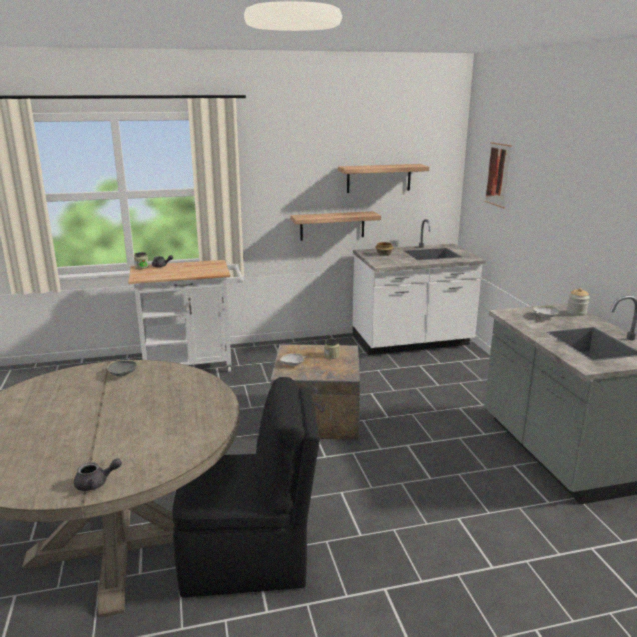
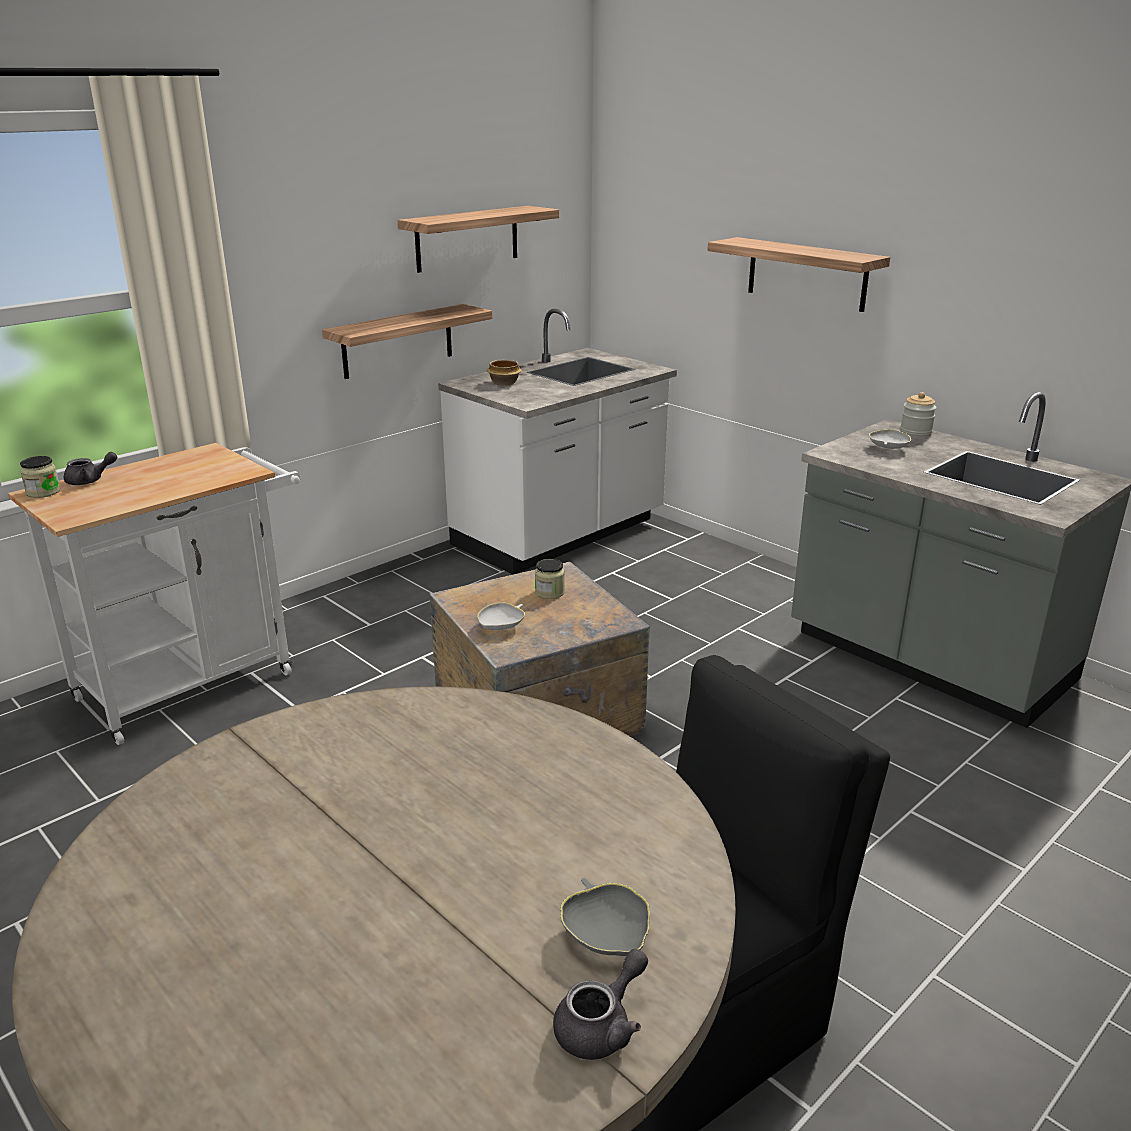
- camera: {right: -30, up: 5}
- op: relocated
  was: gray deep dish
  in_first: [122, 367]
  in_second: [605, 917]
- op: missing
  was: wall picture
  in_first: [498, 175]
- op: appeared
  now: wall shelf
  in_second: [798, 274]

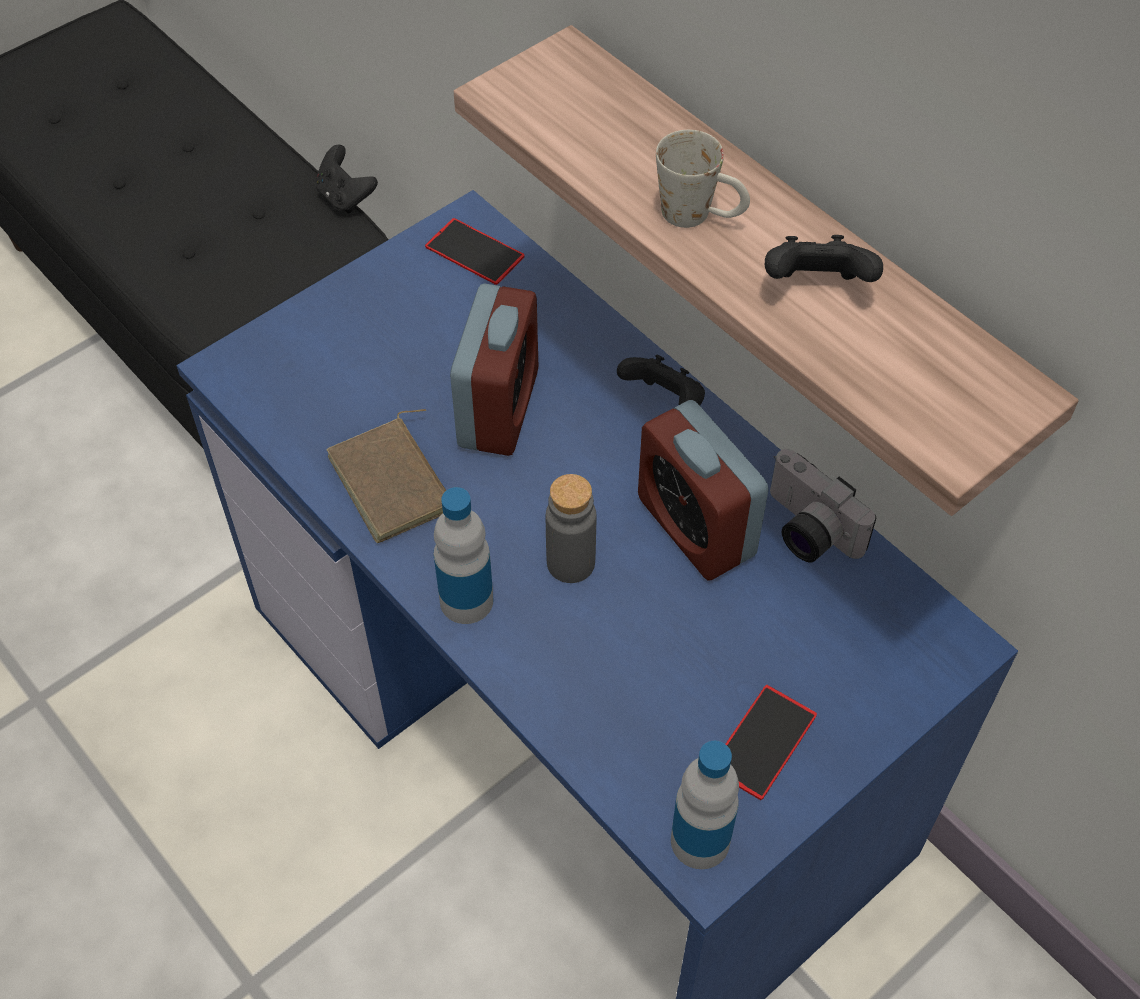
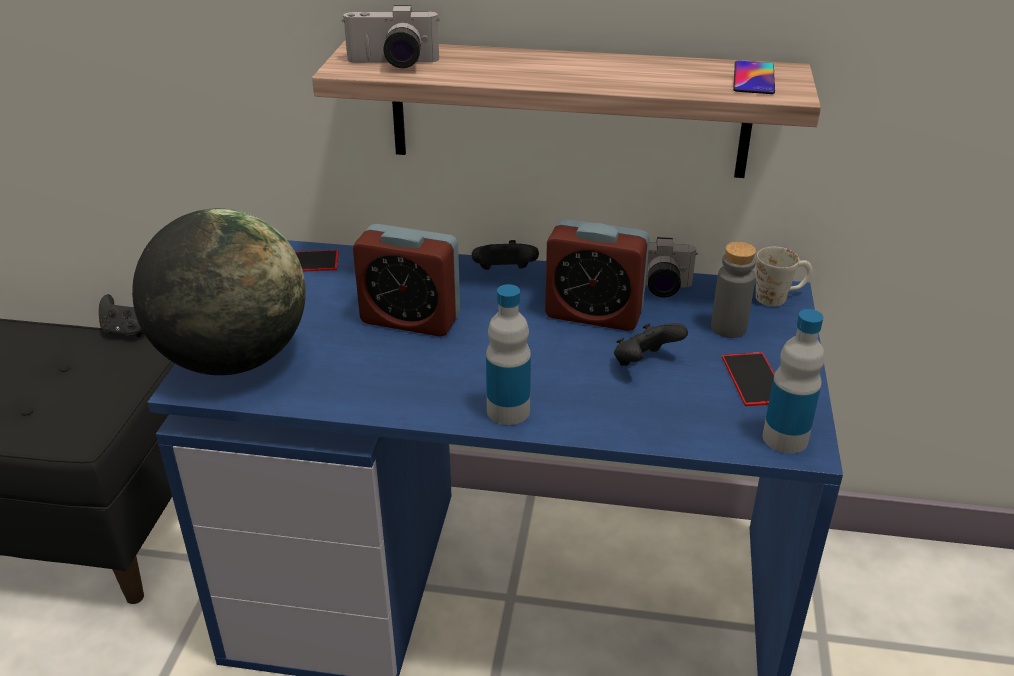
- camera: {right: -40, up: -20}
- op: missing
  was: brown-coloured volume
  in_first: [386, 476]
- op: spun
  was: alarm clock
  in_first: [494, 370]
  in_second: [406, 280]
  clockwise: 135
- op: relocated
  was: gray beverage bottle
  in_first: [571, 528]
  in_second: [733, 290]
- op: relocated
  was: whitish coffee mug
  in_first: [703, 179]
  in_second: [784, 277]
- op: relocated
  was: black-coloured game controller
  in_first: [824, 258]
  in_second: [651, 344]
- op: appeared
  now: globe
  in_second: [219, 291]
- op: appeared
  now: photo camera
  in_second: [390, 36]
- op: appeared
  now: phone
  in_second: [754, 77]

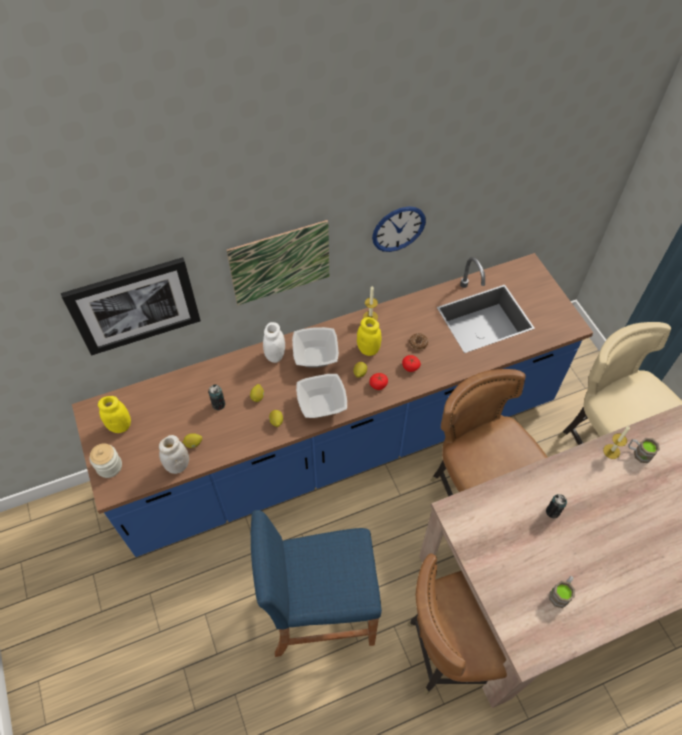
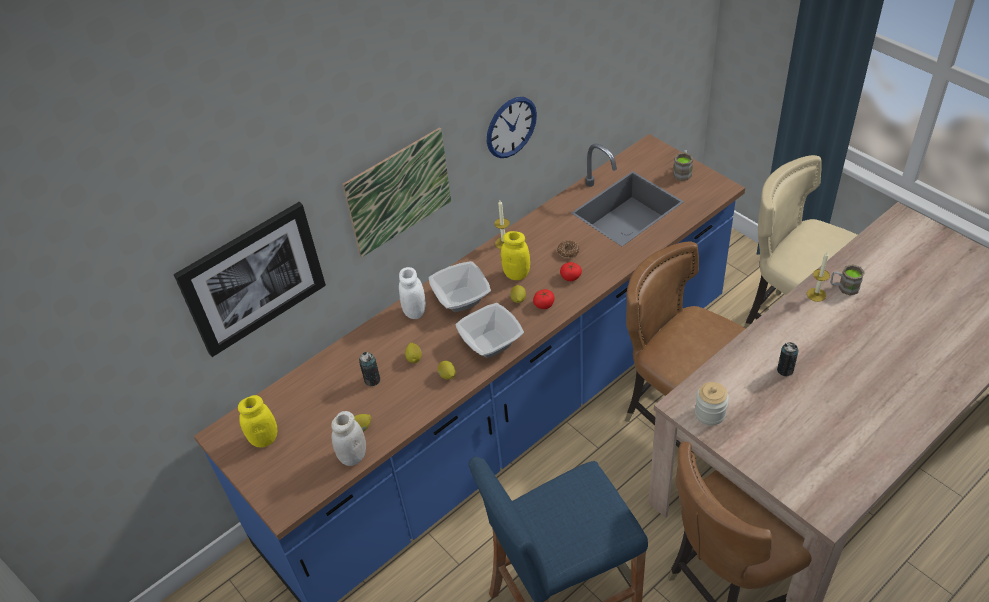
- camera: {right: -15, up: -10}
- op: relocated
  was: jar
  in_first: [105, 460]
  in_second: [712, 403]
- op: relocated
  was: brown-coloured coffee mug
  in_first: [562, 592]
  in_second: [683, 165]

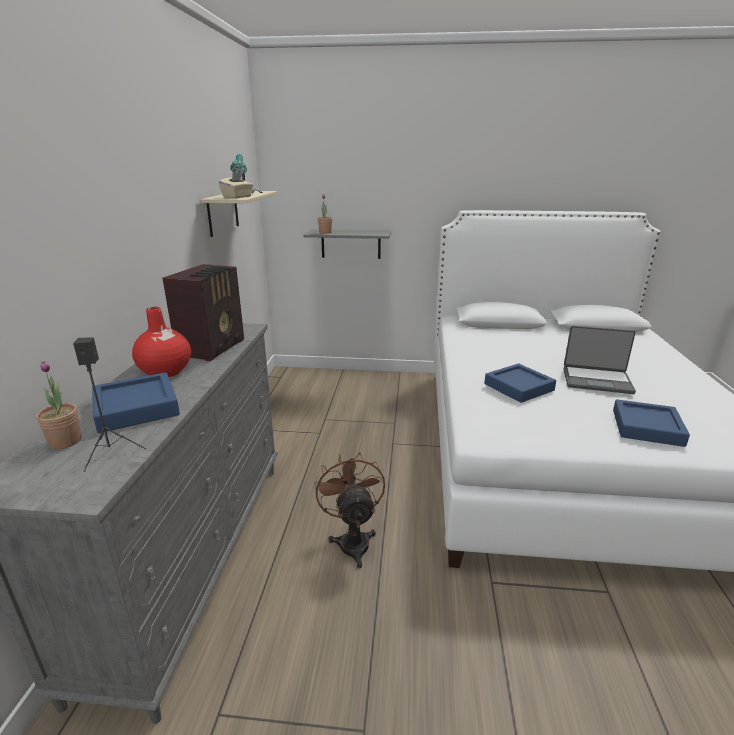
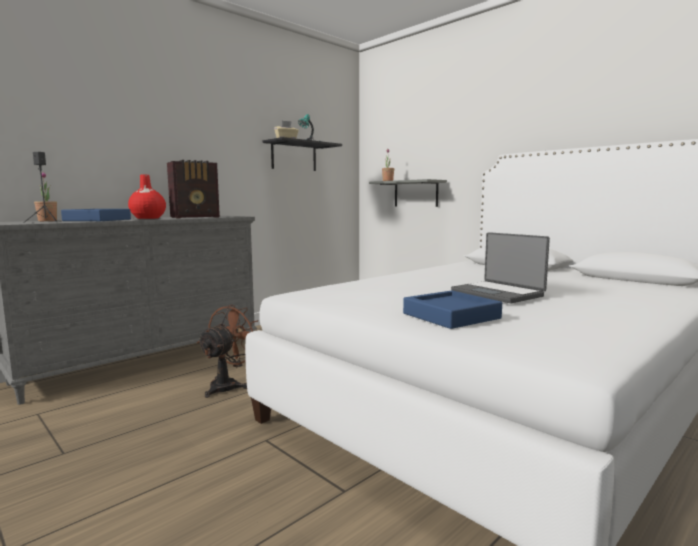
- camera: {right: 40, up: -15}
- op: colour
  was: beige wall shelf
  now: black-coloured wall shelf
  in_first: [238, 214]
  in_second: [302, 154]
- op: missing
  was: bluish tray
  in_first: [520, 383]

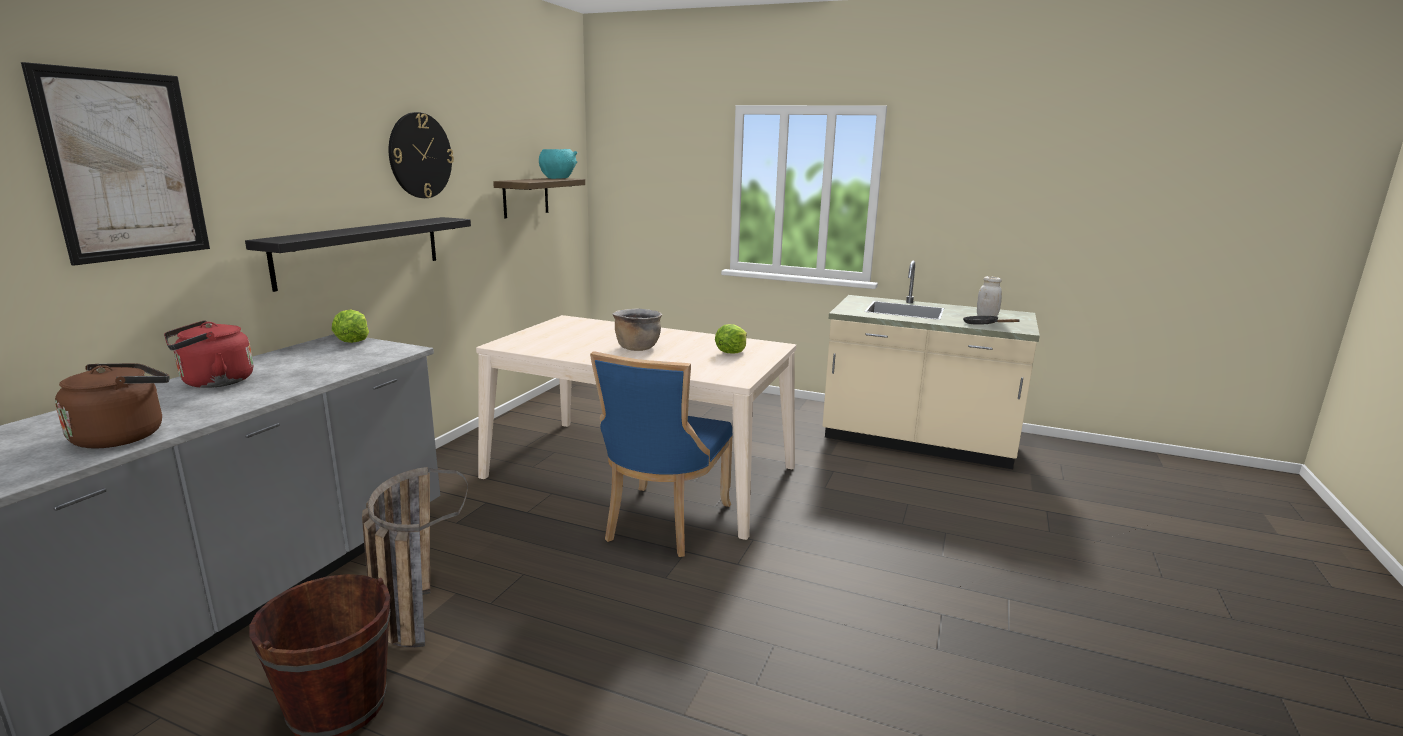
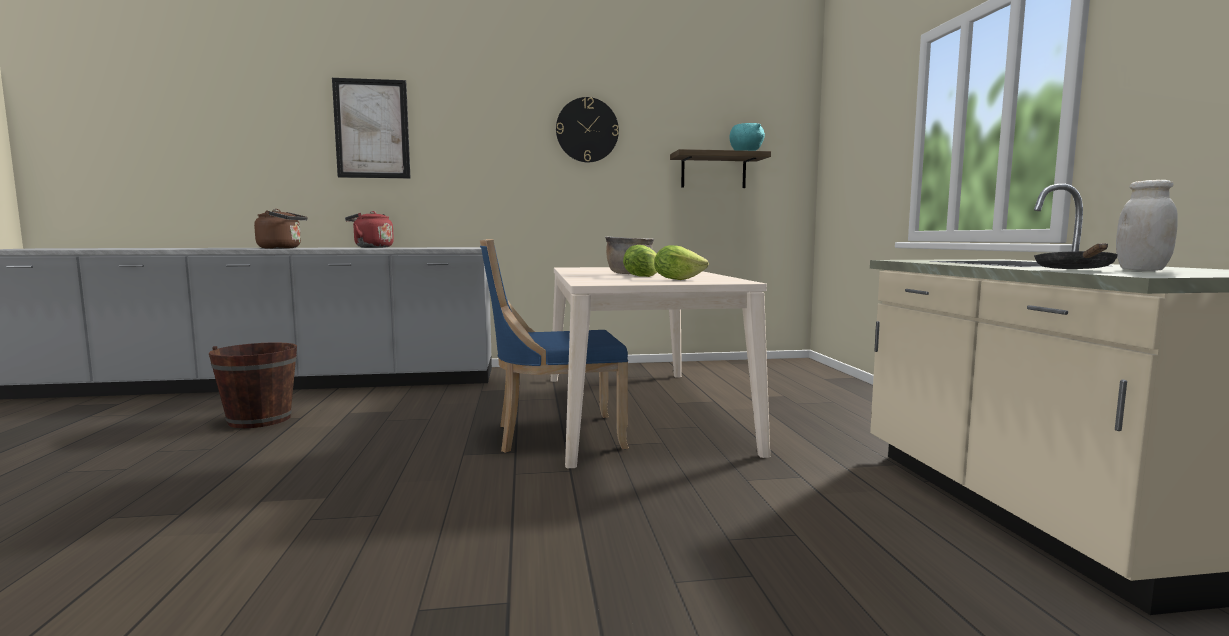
- camera: {right: 60, up: -10}
- op: missing
  was: black-coloured wall shelf
  in_first: [358, 254]
- op: relocated
  was: lettuce
  in_first: [350, 326]
  in_second: [640, 261]
- op: missing
  was: basket
  in_first: [415, 557]

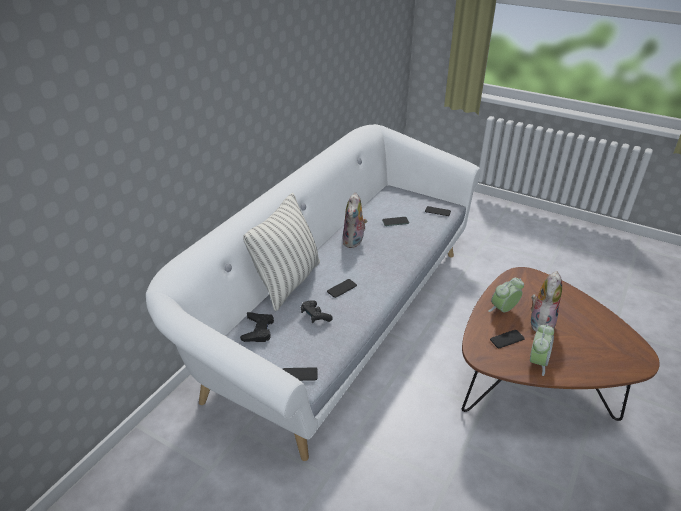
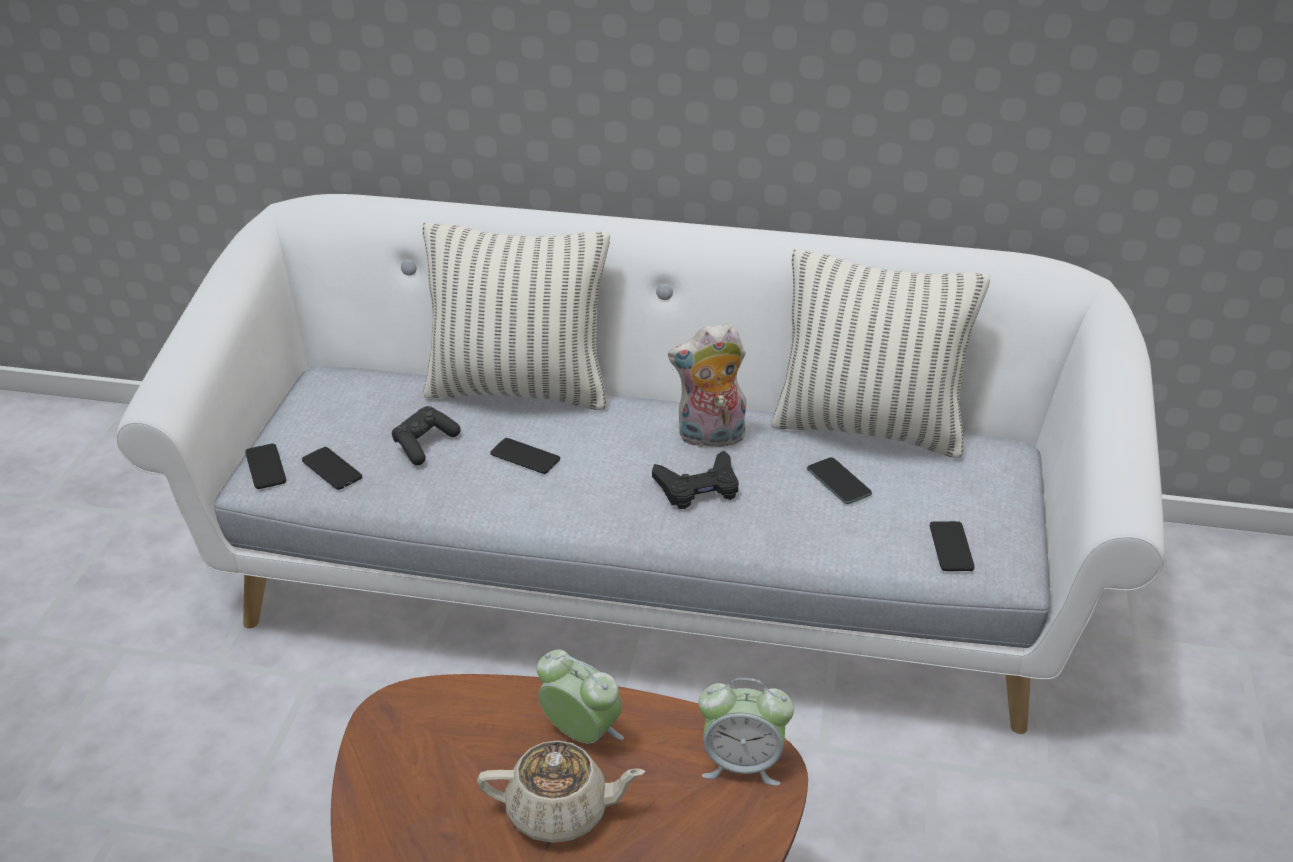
- camera: {right: 70, up: 0}
- op: relocated
  was: black-coloured game controller
  in_first: [257, 327]
  in_second: [695, 480]
- op: relocated
  was: phone
  in_first: [507, 339]
  in_second: [332, 468]
- op: exchanged
  was: plush toy
  now: beige pot for tea
  in_first: [545, 301]
  in_second: [561, 791]
- op: relocated
  was: alarm clock
  in_first: [542, 350]
  in_second: [746, 732]
- op: appeared
  now: throw pillow
  in_second: [880, 353]

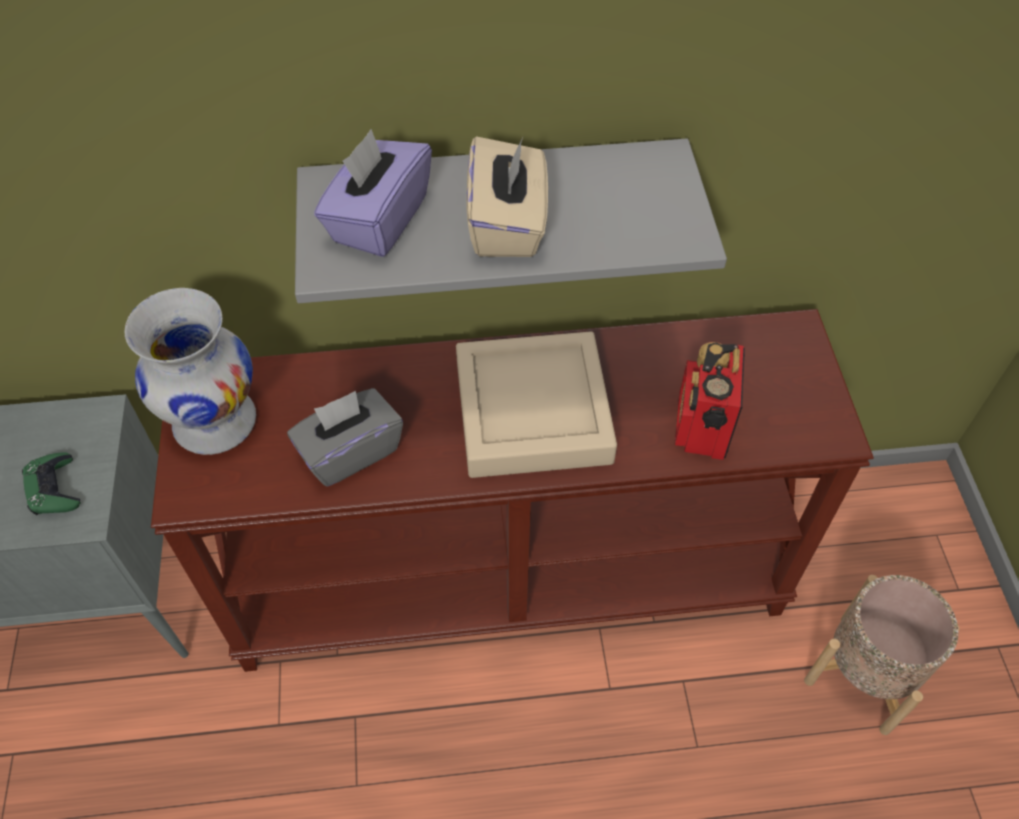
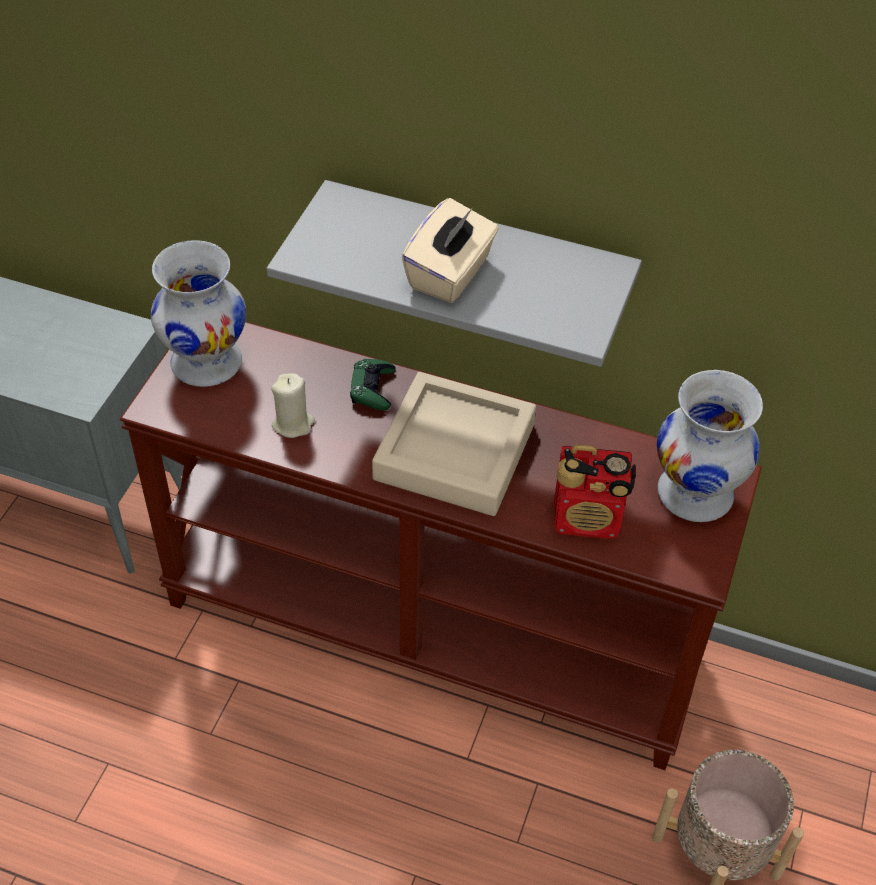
- camera: {right: 25, up: -5}
- op: relocated
  was: greenish game controller
  in_first: [51, 483]
  in_second: [373, 384]
- op: exchanged
  was: gray tissue box
  now: beige candle
  in_first: [345, 437]
  in_second: [293, 405]
- op: missing
  was: purplish tissue box
  in_first: [373, 193]
- op: spun
  was: radio
  in_first: [710, 401]
  in_second: [595, 491]
  clockwise: -120
- op: appeared
  now: whitish vase
  in_second: [710, 446]

